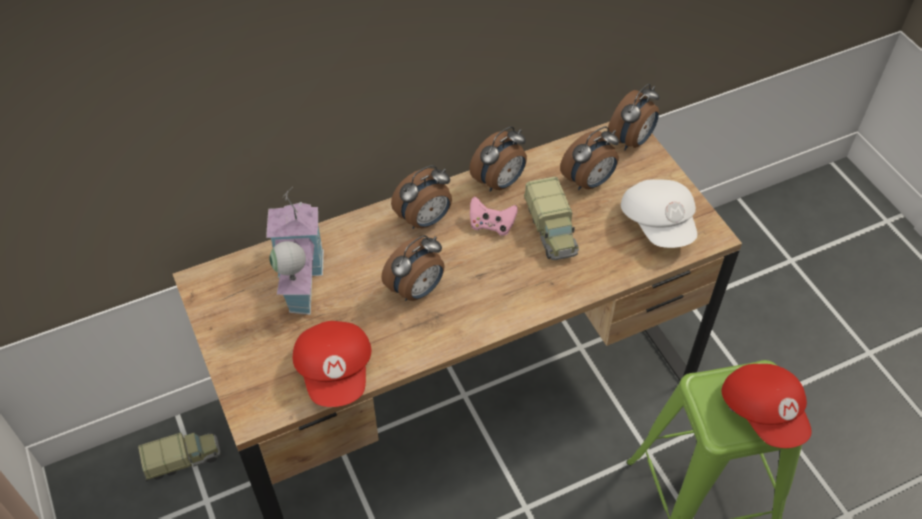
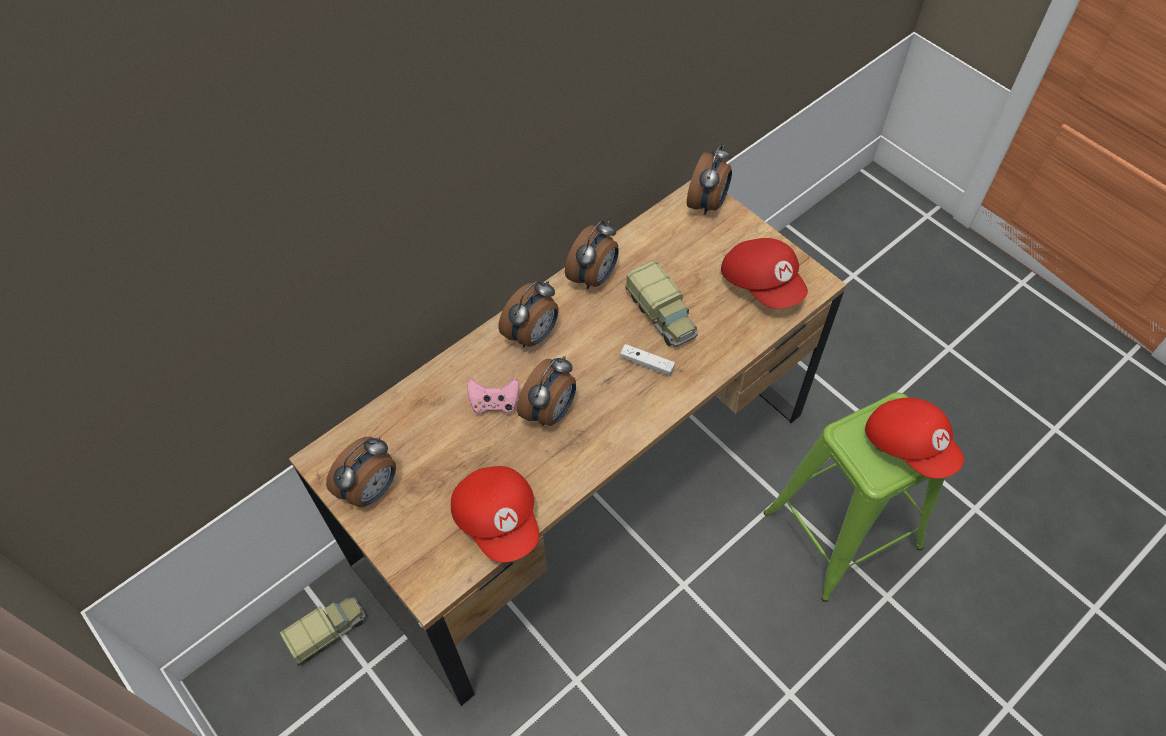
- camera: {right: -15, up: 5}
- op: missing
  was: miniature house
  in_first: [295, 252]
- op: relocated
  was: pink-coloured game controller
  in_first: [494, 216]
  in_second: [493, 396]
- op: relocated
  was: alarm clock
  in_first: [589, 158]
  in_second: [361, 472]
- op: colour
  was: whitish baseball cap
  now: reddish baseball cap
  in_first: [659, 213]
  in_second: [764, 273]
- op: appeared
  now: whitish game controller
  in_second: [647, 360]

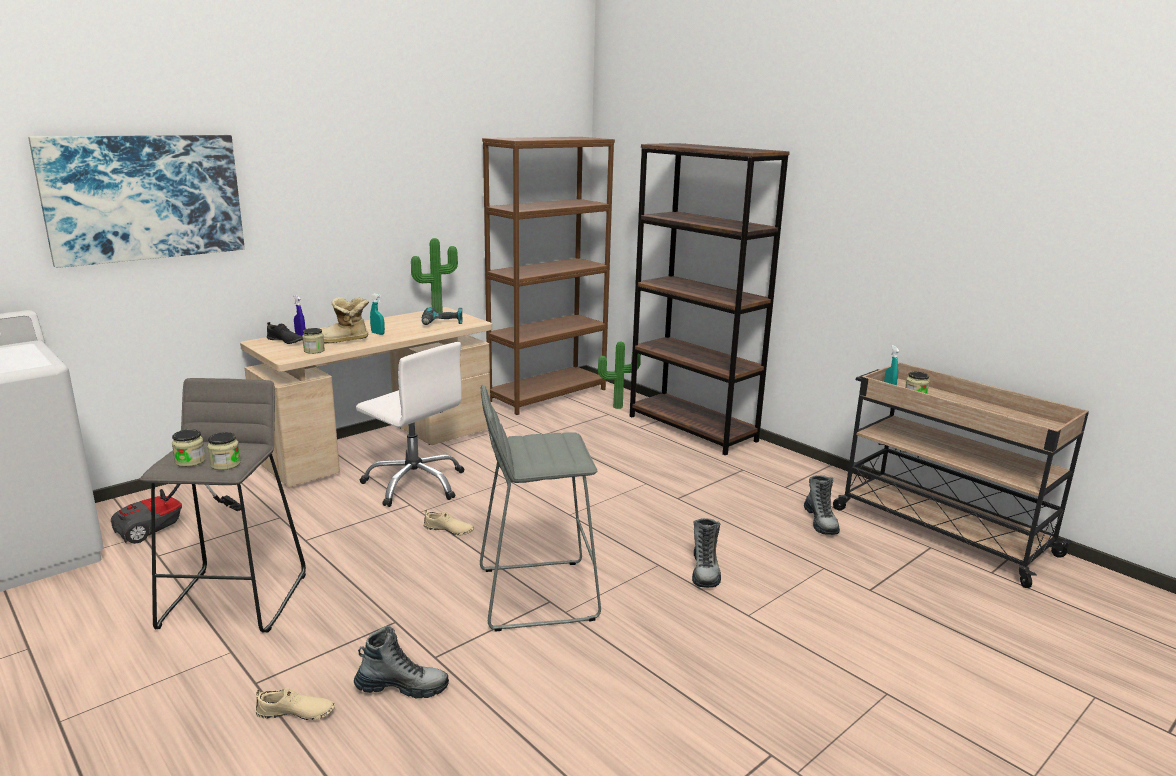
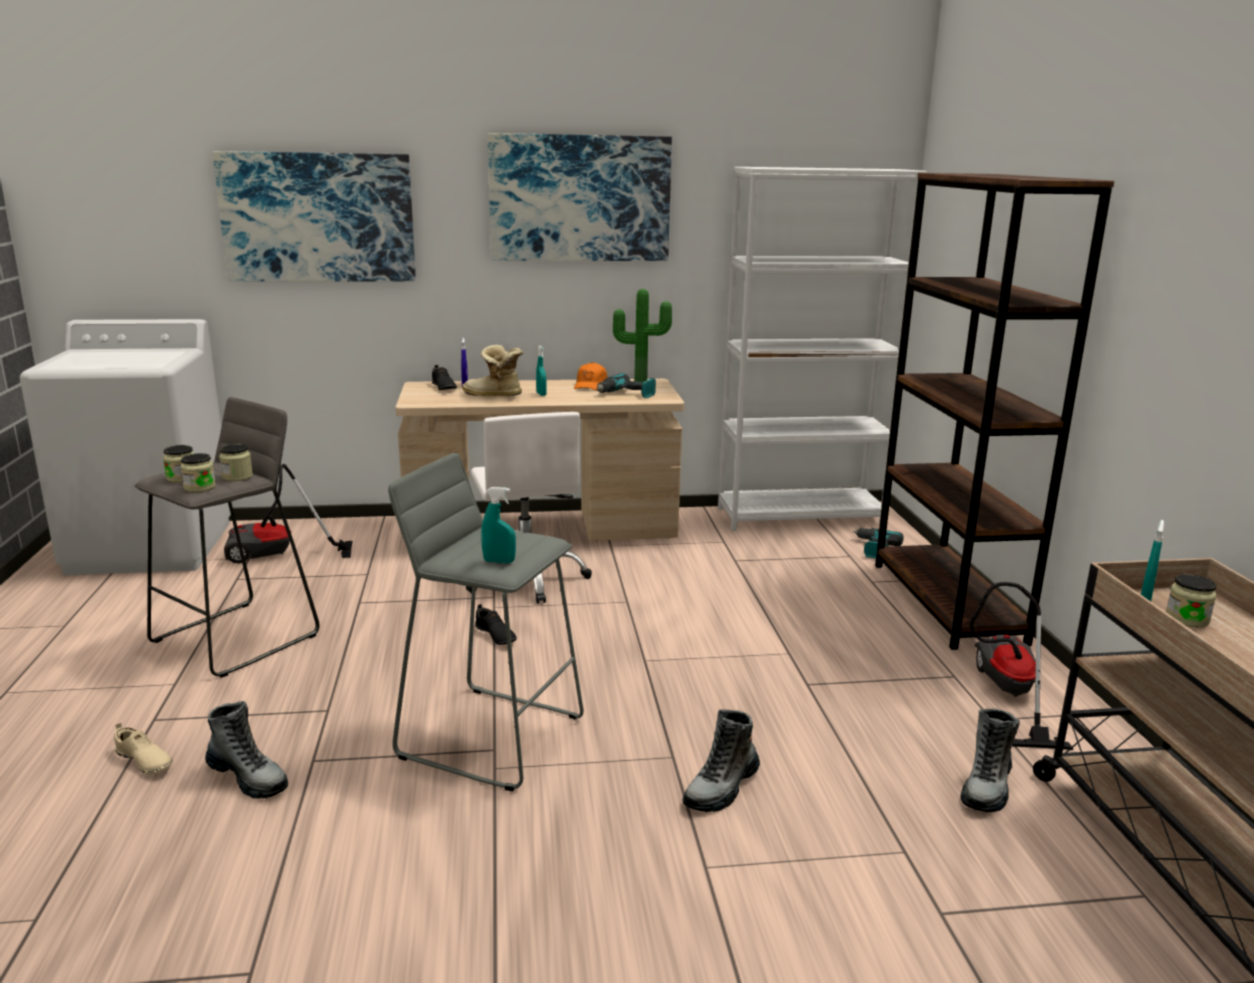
- camera: {right: 35, up: 0}
- op: relocated
  was: jar
  in_first: [313, 341]
  in_second: [236, 462]
- op: colour
  was: beige shoe
  now: black-coloured shoe
  in_first: [449, 523]
  in_second: [496, 624]
- op: colour
  was: brown-coloured bookshelf
  now: whitish bookshelf
  in_first: [548, 276]
  in_second: [822, 349]
- op: exchanged
  was: plant in a pot
  now: drill
  in_first: [619, 375]
  in_second: [878, 543]
- op: appeared
  now: turquoise spray bottle
  in_second: [498, 525]
- op: appeared
  now: wall picture
  in_second: [580, 197]
- op: appeared
  now: orangey baseball cap
  in_second: [590, 376]
- op: appeared
  now: vacuum
  in_second: [1021, 666]

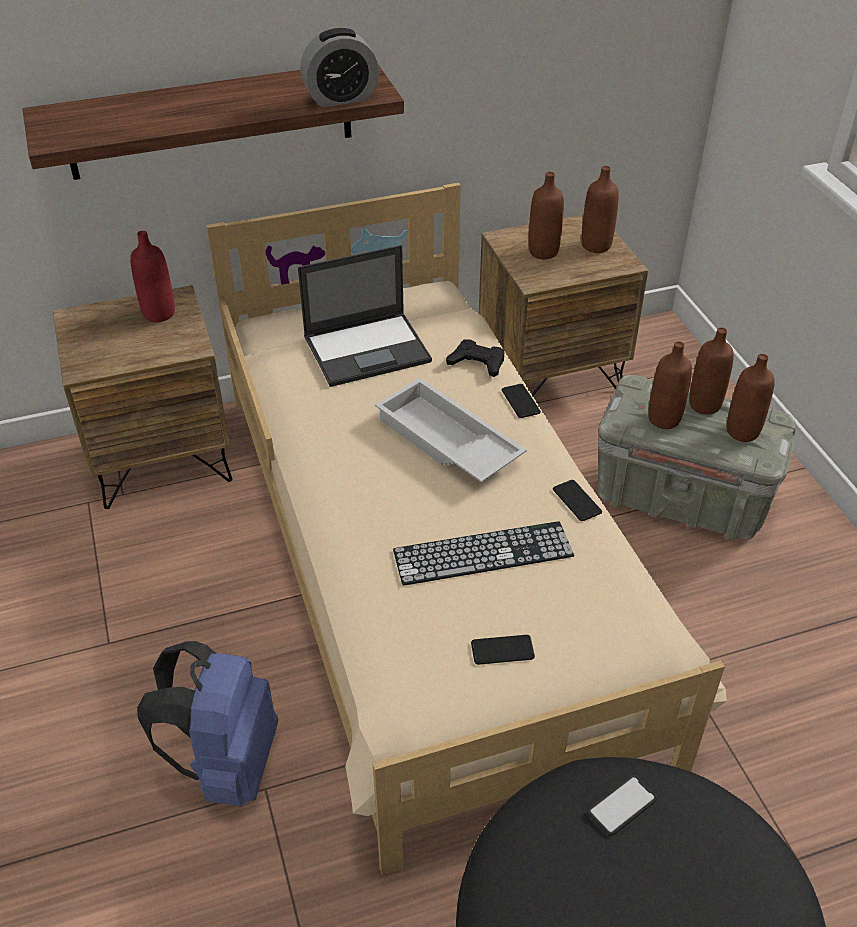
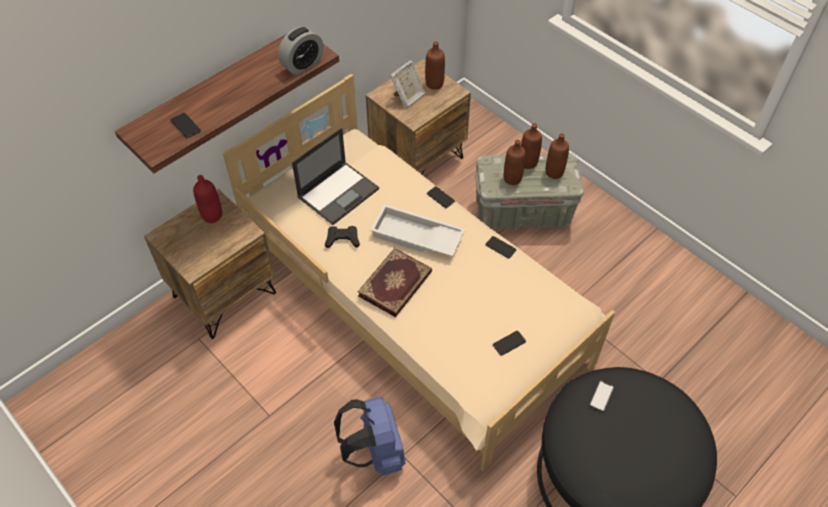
- camera: {right: -25, up: 10}
- op: missing
  was: computer keyboard
  in_first: [483, 553]
- op: relocated
  was: black-coloured game controller
  in_first: [475, 358]
  in_second: [342, 237]
- op: exchanged
  was: brown-coloured beverage bottle
  now: standing frame
  in_first: [546, 215]
  in_second: [407, 84]
- op: appeared
  now: phone
  in_second: [185, 125]
- op: appeared
  now: volume
  in_second: [395, 282]

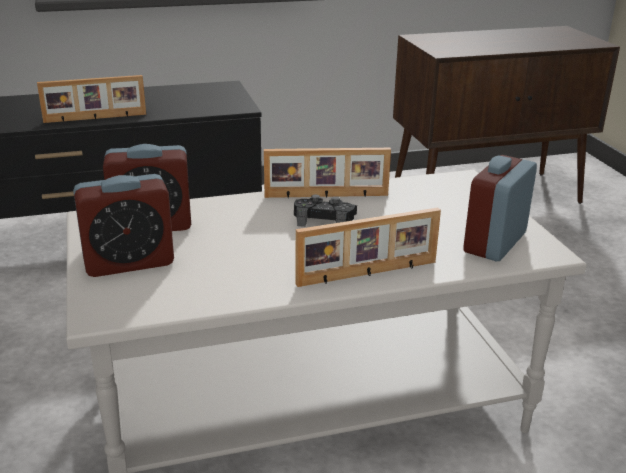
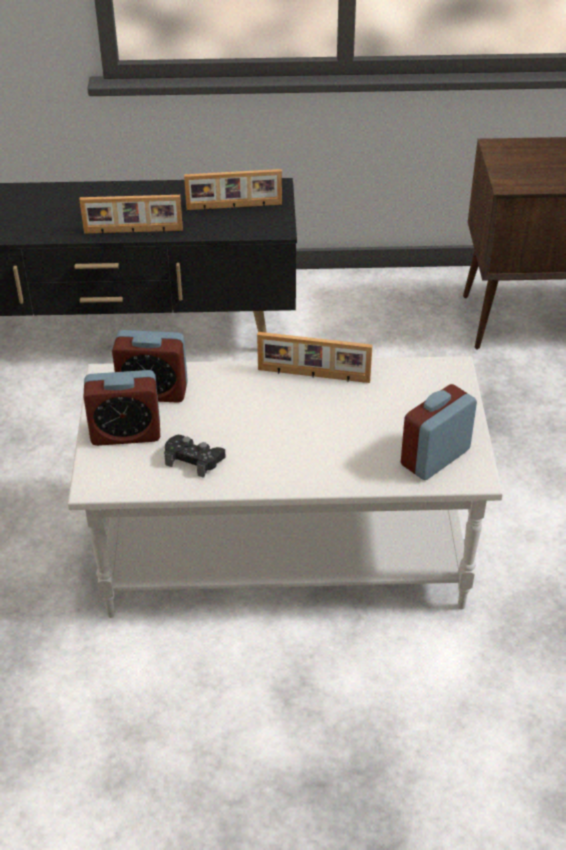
- camera: {right: 15, up: 15}
- op: relocated
  was: black-coloured game controller
  in_first: [325, 211]
  in_second: [194, 456]
- op: relocated
  was: standing frame
  in_first: [368, 247]
  in_second: [233, 189]

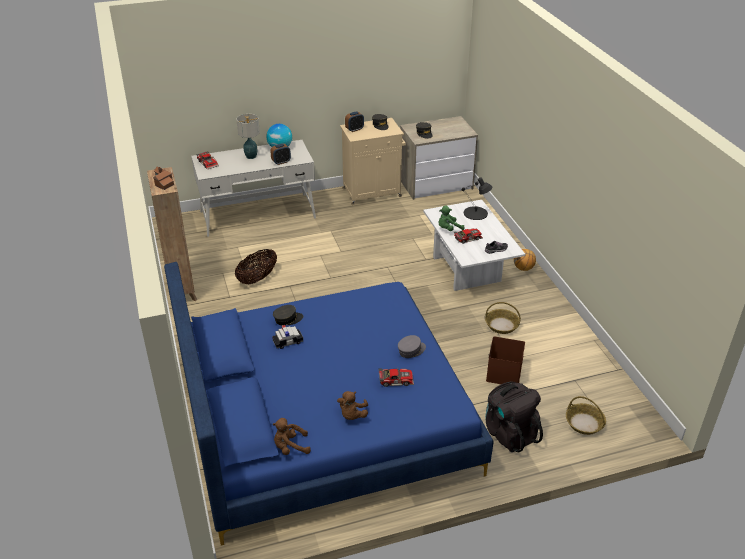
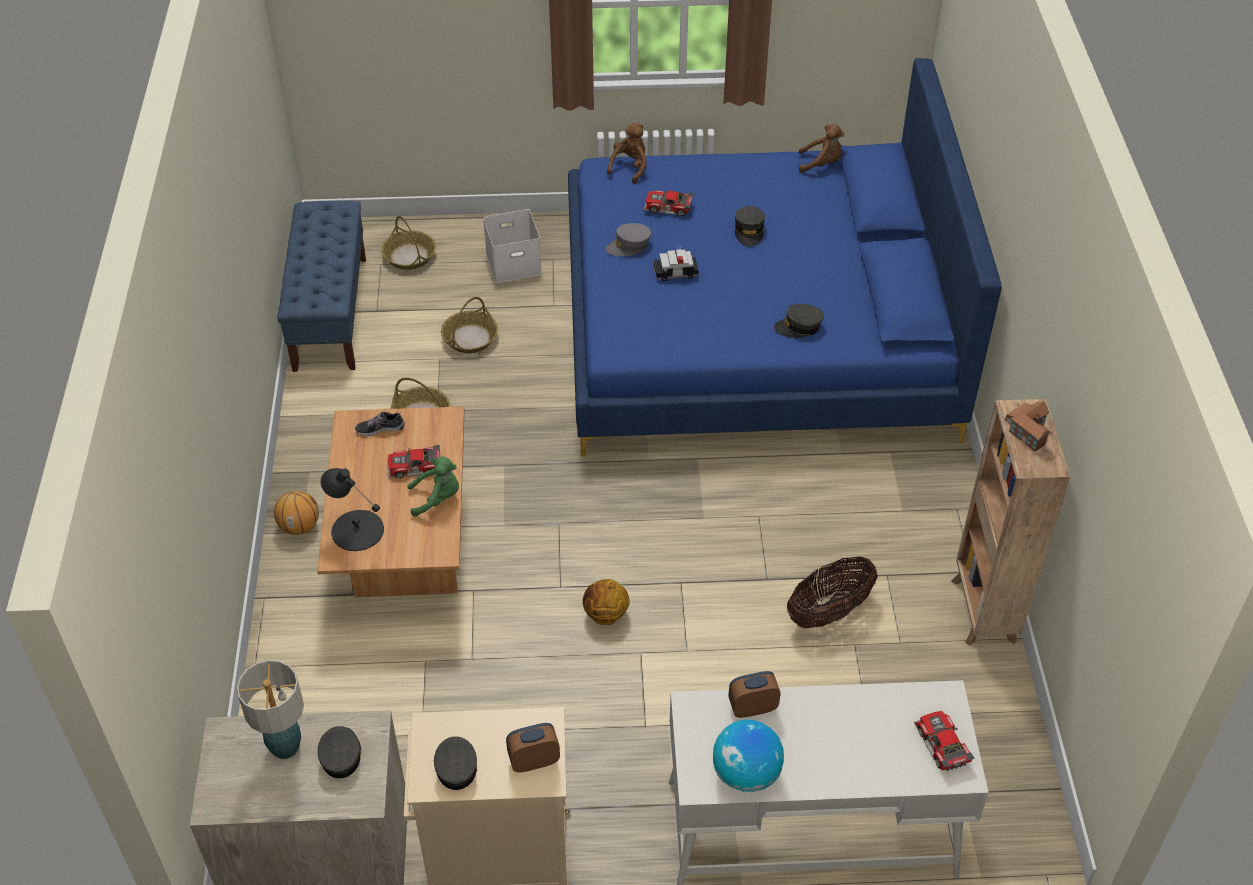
- camera: {right: -165, up: 10}
- op: relocated
  was: tabletop lamp
  in_first: [248, 136]
  in_second: [270, 709]
- op: relocated
  was: toy car
  in_first: [287, 337]
  in_second: [676, 263]
- op: relocated
  was: brown-coloured plush toy
  in_first: [352, 405]
  in_second: [627, 153]
- op: colour
  was: whitish lounge table
  now: brown-coloured lounge table
  in_first: [474, 245]
  in_second: [390, 502]
- op: exchanged
  was: black-coloured rucksack
  now: whitish storage container
  in_first: [514, 416]
  in_second: [512, 246]
- op: exchanged
  was: brown-coloured storage container
  now: basket
  in_first: [505, 360]
  in_second: [469, 325]
- op: appeared
  now: bluish bench
  in_second: [322, 286]
- op: appeared
  now: ball for basketball
  in_second: [606, 602]
- op: appeared
  now: gray baseball cap
  in_second: [750, 226]

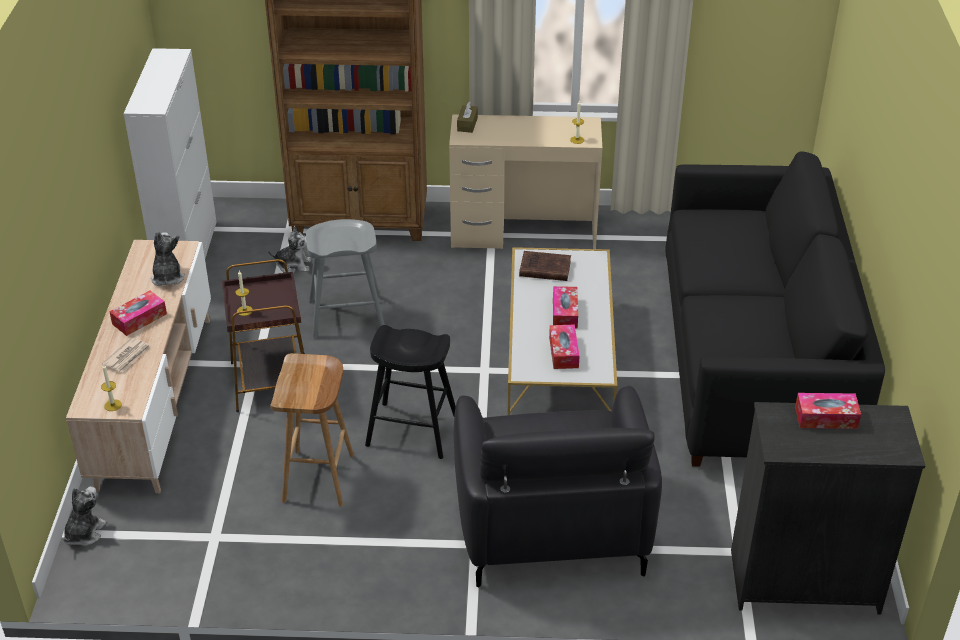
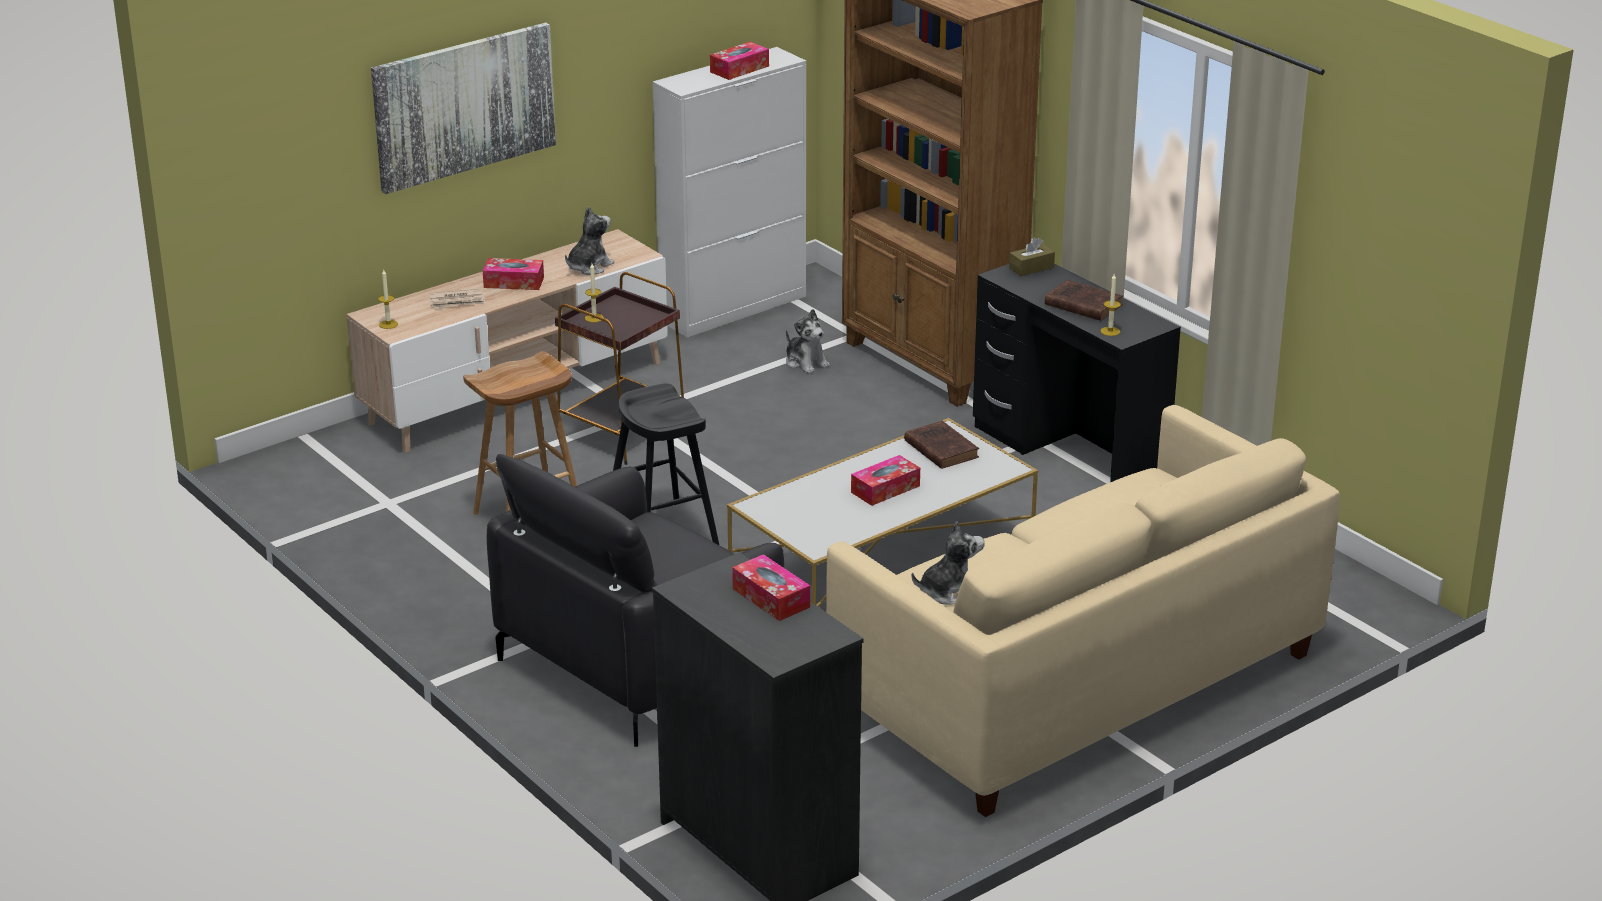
- camera: {right: 50, up: -10}
- op: relocated
  was: plush toy
  in_first: [85, 516]
  in_second: [948, 563]
- op: missing
  was: gray sitting stool
  in_first: [345, 278]
- op: colour
  was: beige desk unit
  now: black-coloured desk unit
  in_first: [525, 181]
  in_second: [1077, 373]
- op: relocated
  was: tissue box
  in_first: [564, 347]
  in_second: [739, 61]
- op: colour
  was: black-coloured couch
  now: beige couch
  in_first: [775, 309]
  in_second: [1083, 611]
- op: appeared
  now: wall picture
  in_second: [463, 108]
- op: appeared
  now: brown-coloured volume
  in_second: [1084, 300]

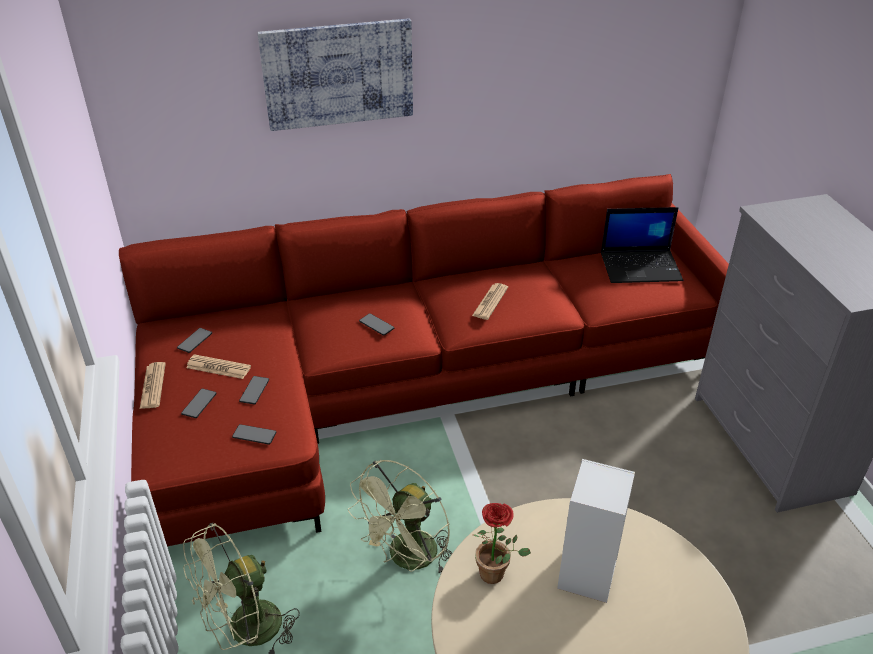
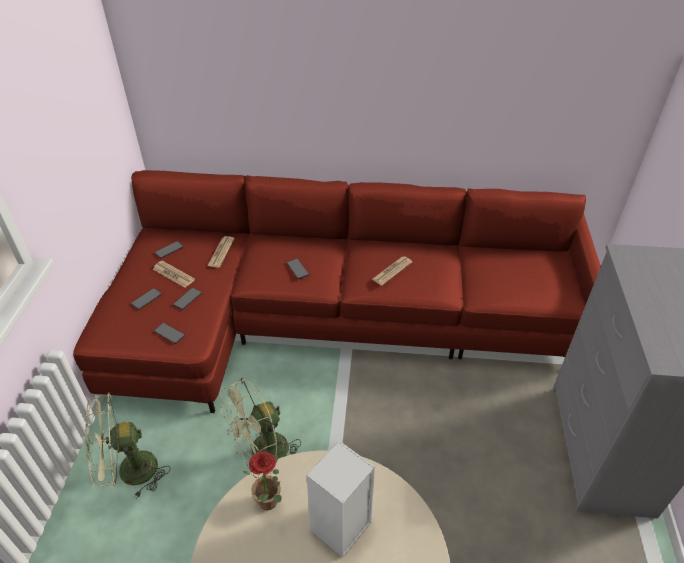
- camera: {right: 20, up: 5}
- op: relocated
  was: daily paper
  in_first: [153, 385]
  in_second: [221, 252]
- op: missing
  was: wall picture
  in_first: [335, 75]
- op: missing
  was: notebook computer
  in_first: [642, 245]

